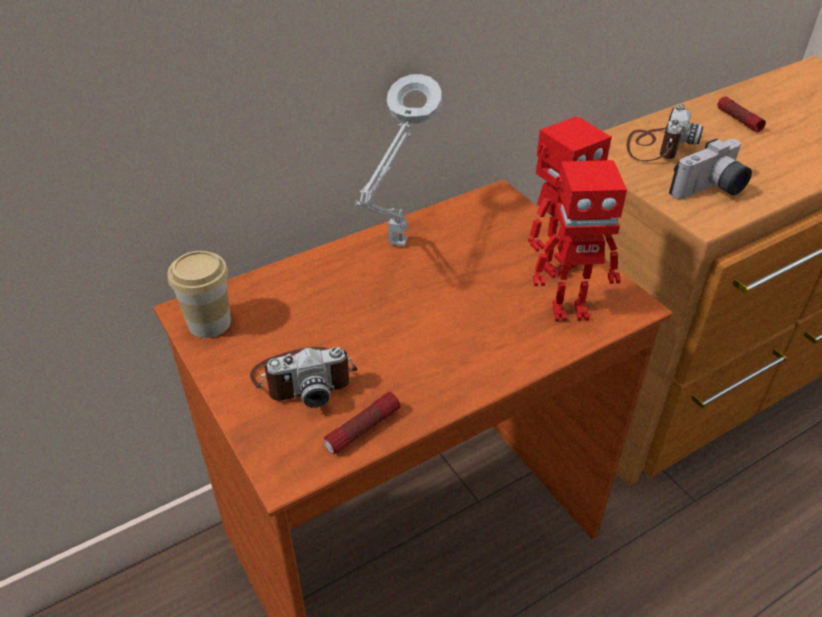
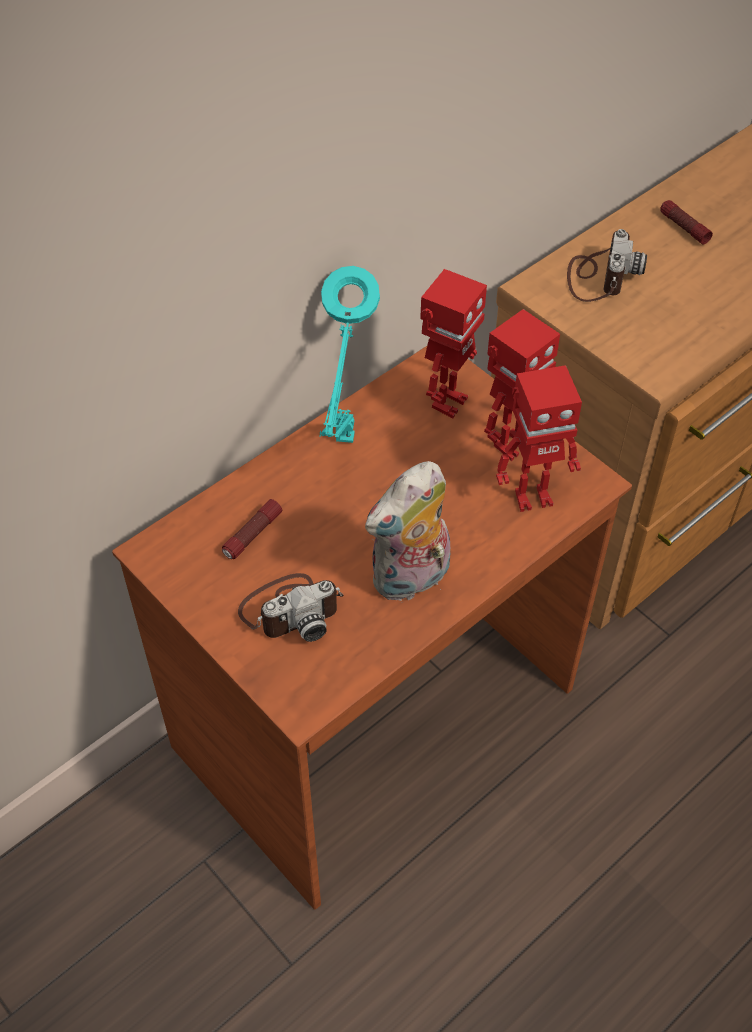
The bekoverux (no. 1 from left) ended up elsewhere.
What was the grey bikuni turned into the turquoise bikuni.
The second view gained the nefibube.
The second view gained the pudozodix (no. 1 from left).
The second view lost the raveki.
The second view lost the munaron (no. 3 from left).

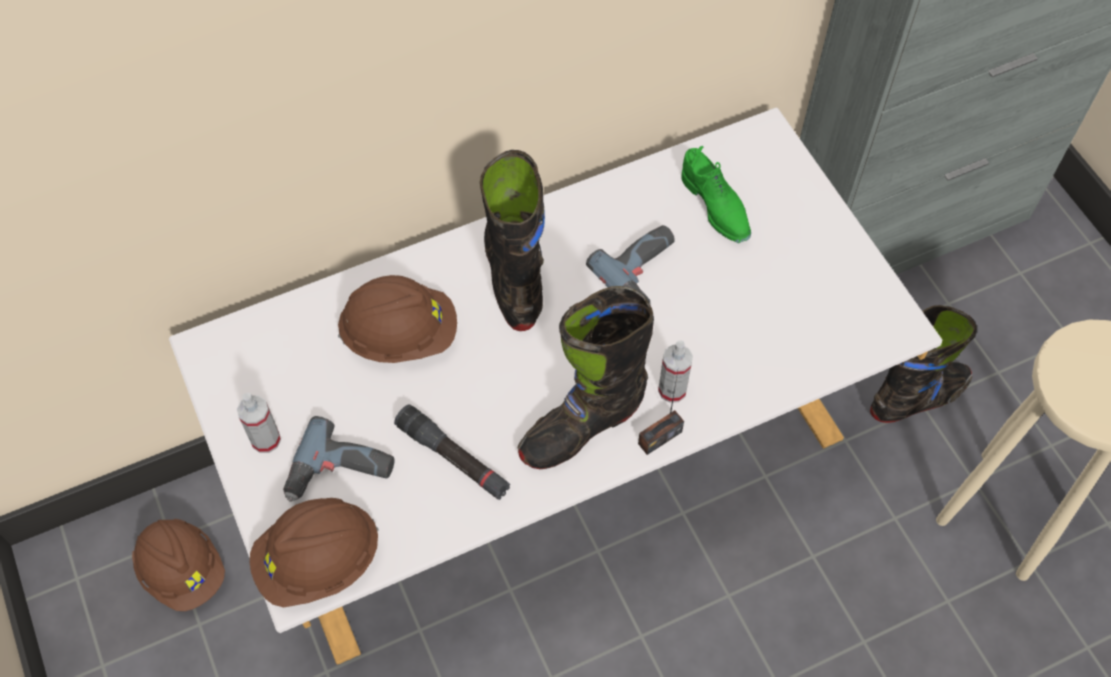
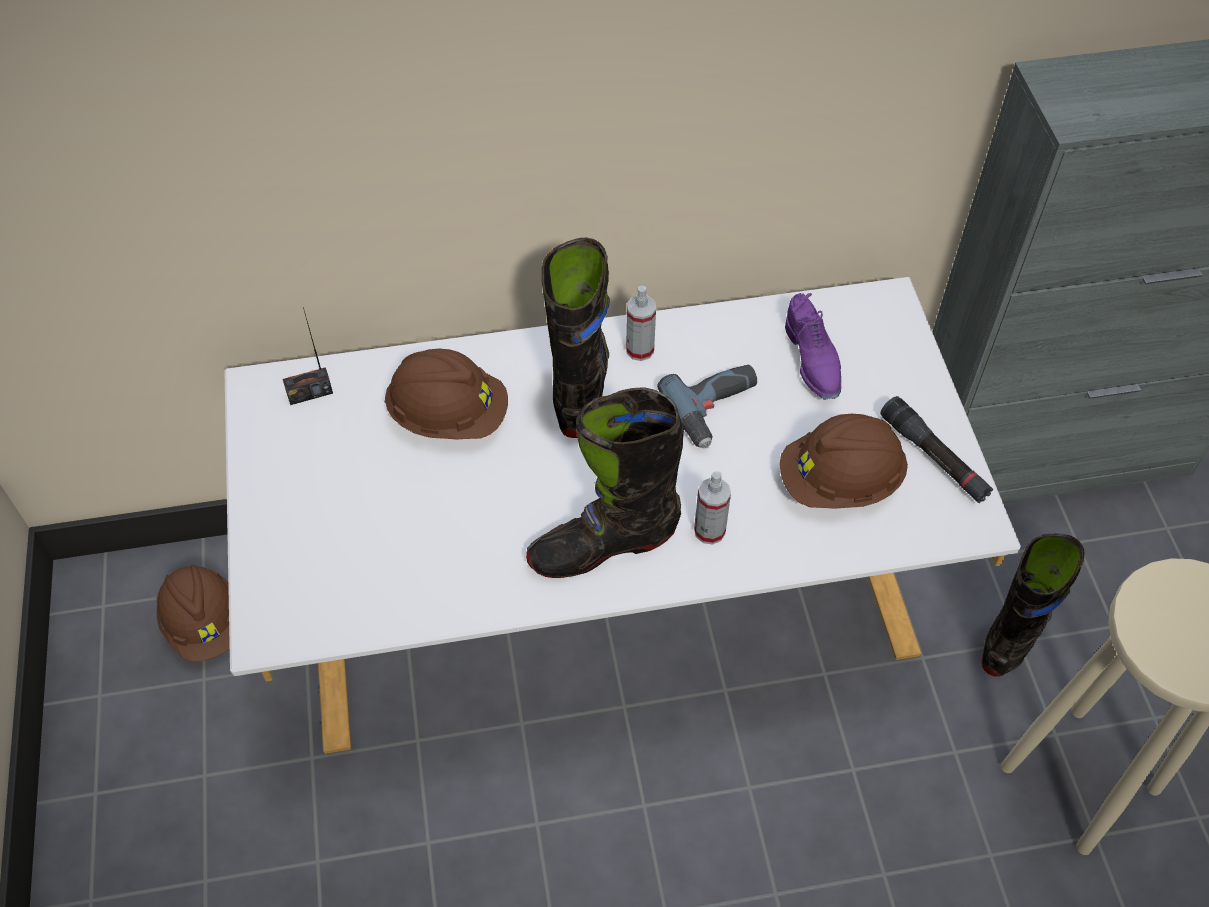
The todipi ended up elsewhere.
The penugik (no. 1 from left) ended up elsewhere.
The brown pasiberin (no. 2 from left in the first image) ended up elsewhere.
What was the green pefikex turned into the purple pefikex.
The black bekoverux ended up elsewhere.
The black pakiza (no. 3 from left) ended up facing another way, 45 degrees counterclockwise from before.
The second view lost the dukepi (no. 1 from left).

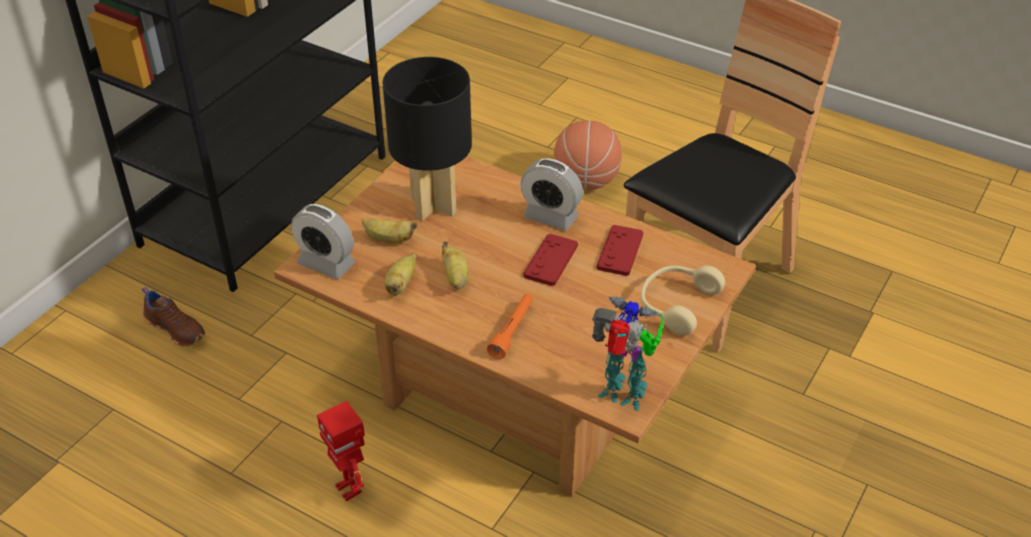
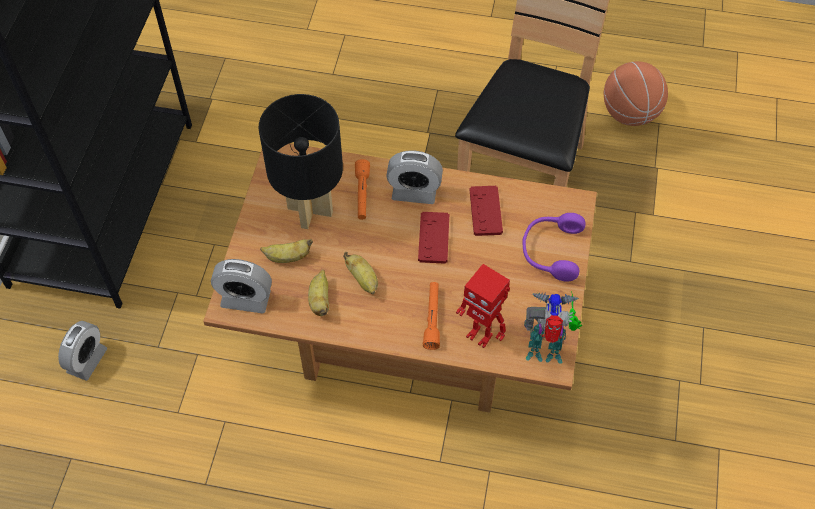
Where the brown pefikex stood, the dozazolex (no. 1 from left) came to stand.
The second view gained the orange bekoverux (no. 1 from left).
The pudozodix (no. 1 from left) ended up elsewhere.
What was the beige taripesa turned into the purple taripesa.
The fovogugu ended up elsewhere.

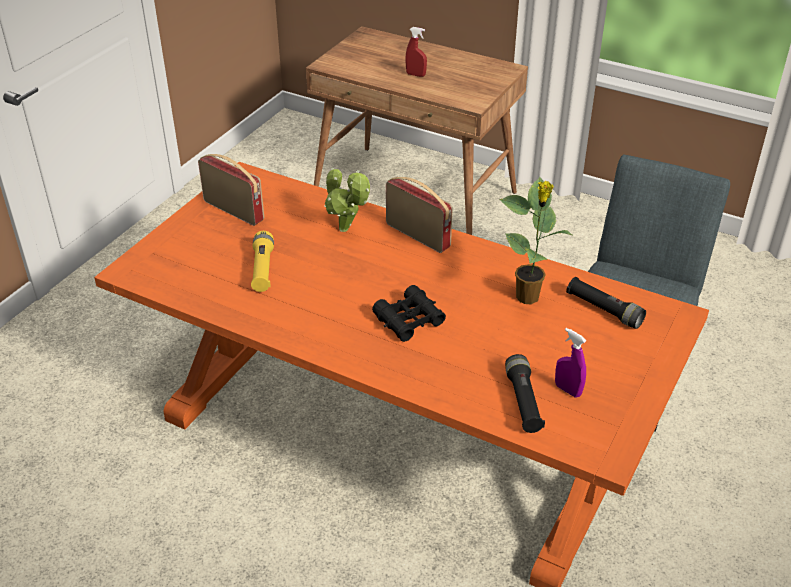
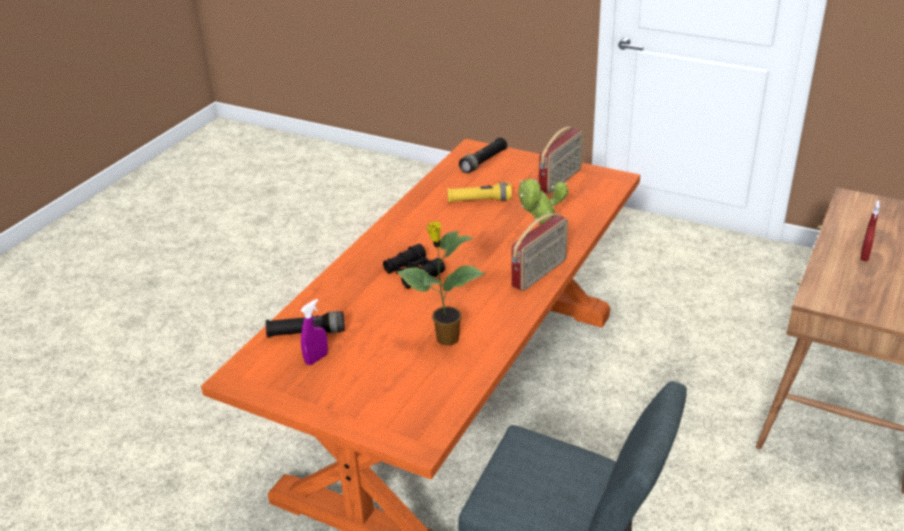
The black bekoverux (no. 2 from left) ended up elsewhere.

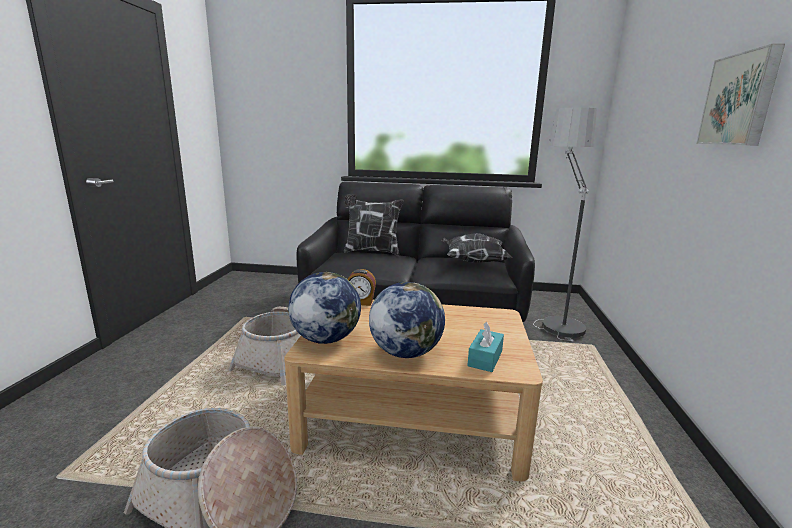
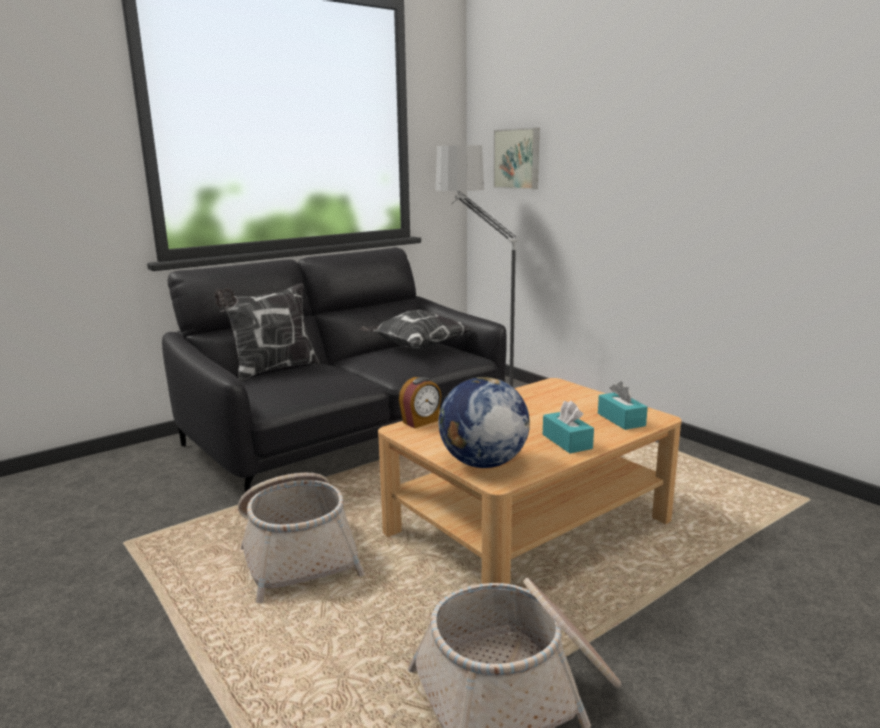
The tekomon ended up elsewhere.
Where the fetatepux (no. 2 from left) stood, the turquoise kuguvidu (no. 1 from left) came to stand.

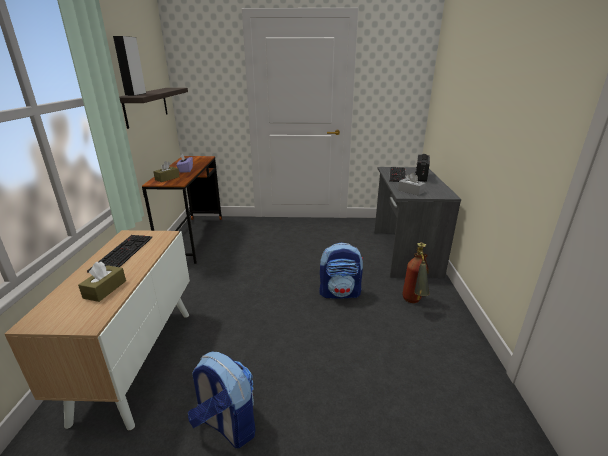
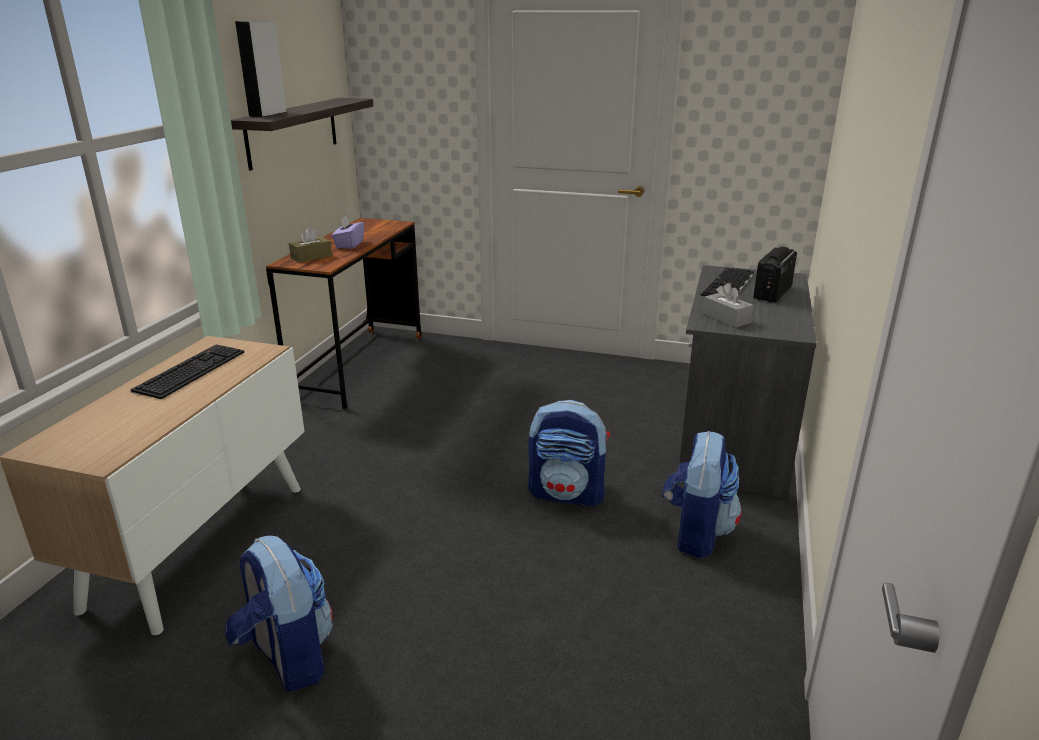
Where the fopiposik stood, the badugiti (no. 3 from left) came to stand.
The second view lost the brown kuguvidu (no. 1 from left).

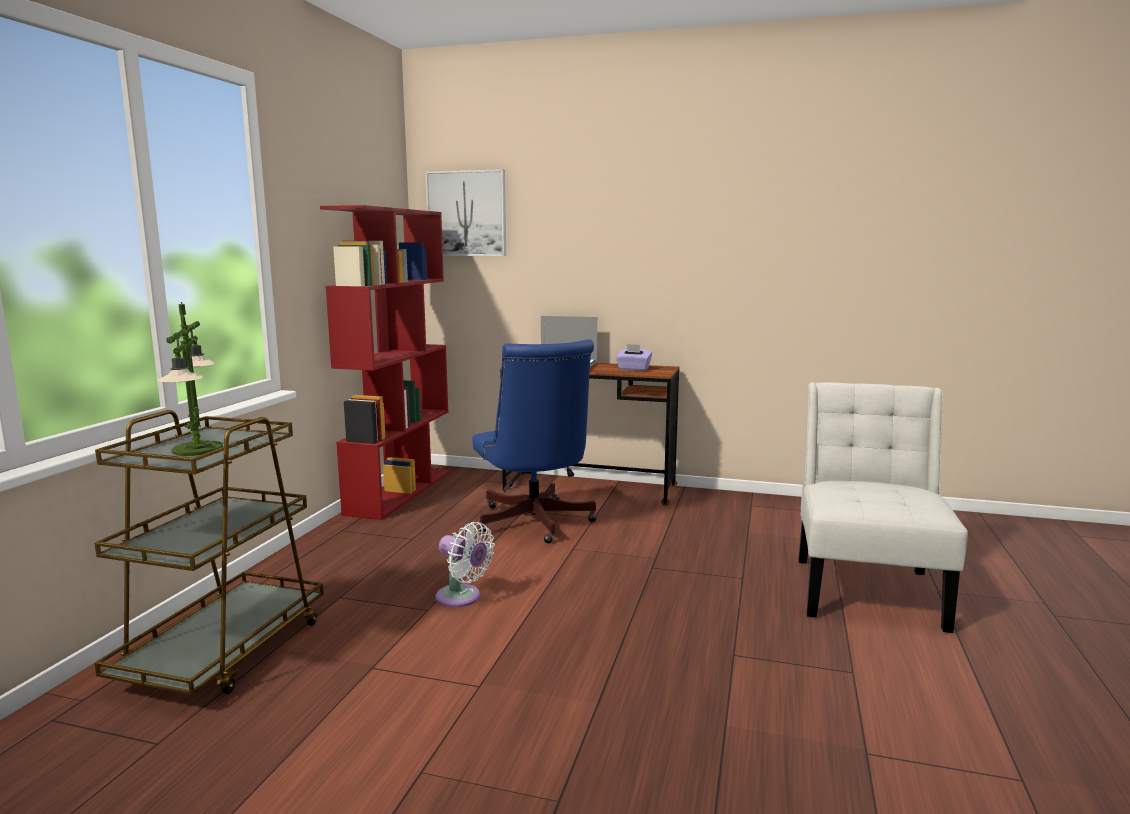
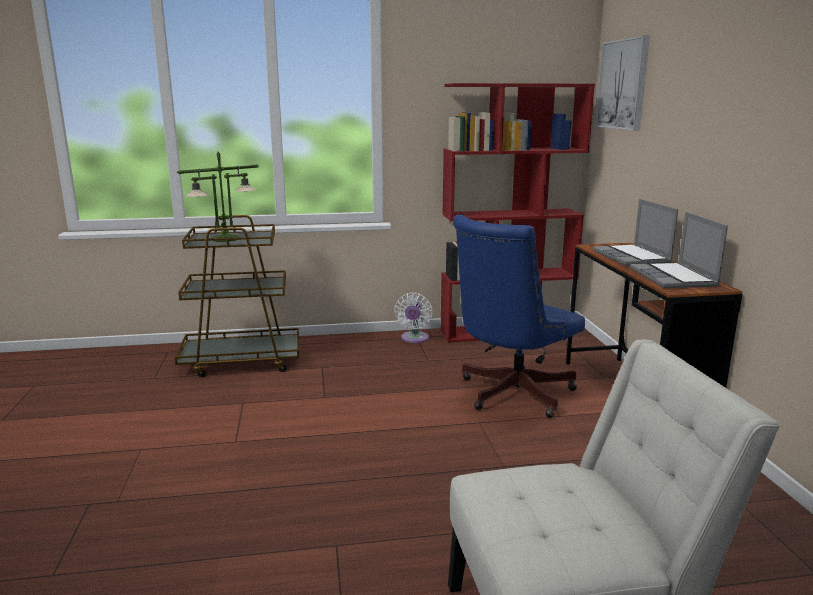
The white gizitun ended up elsewhere.
Where the purple kuguvidu stood, the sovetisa (no. 2 from left) came to stand.

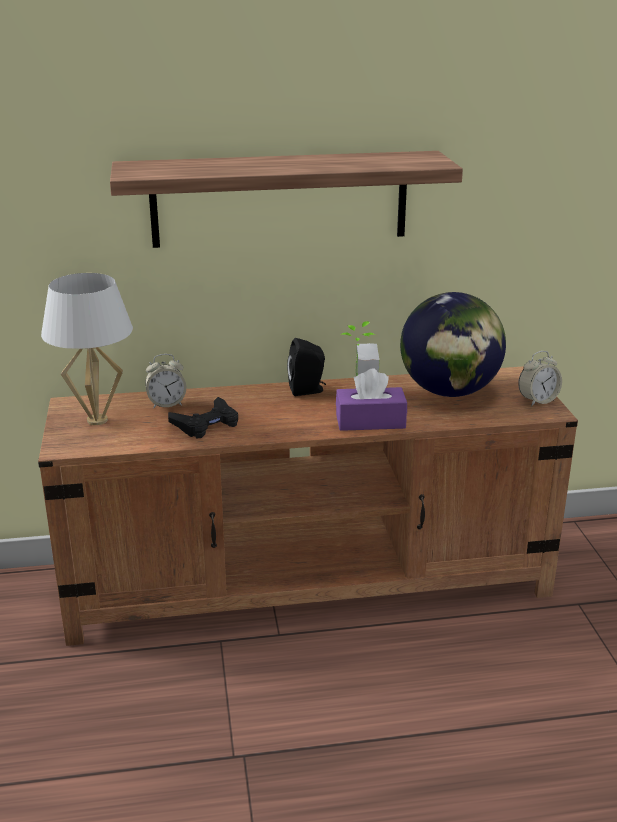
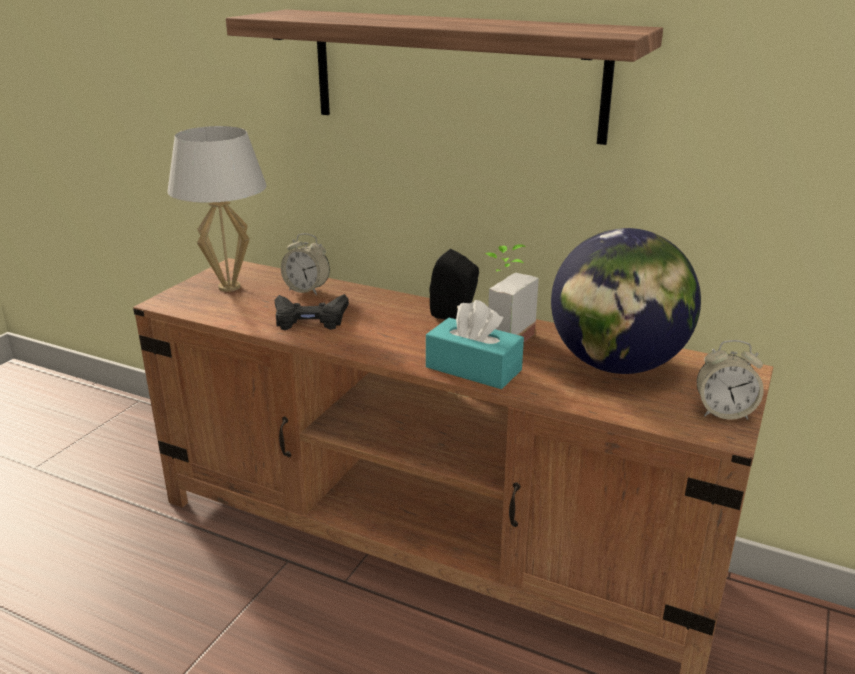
What was the purple kuguvidu turned into the turquoise kuguvidu.

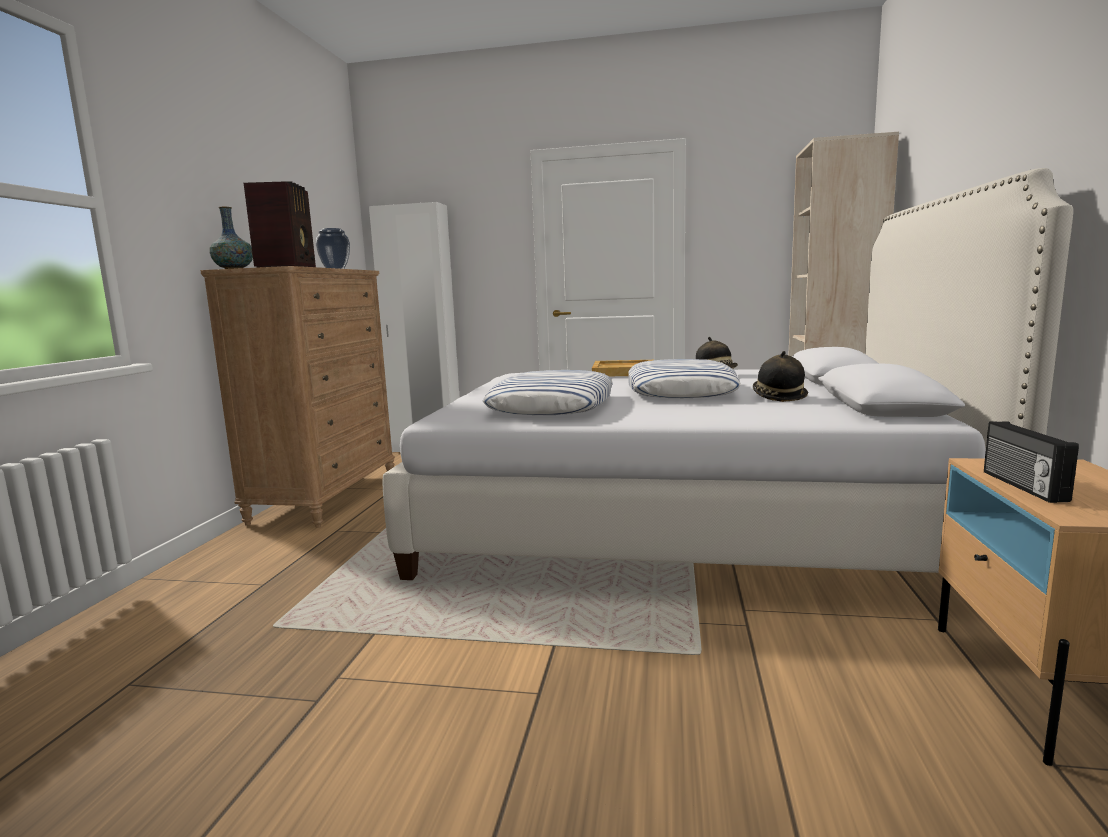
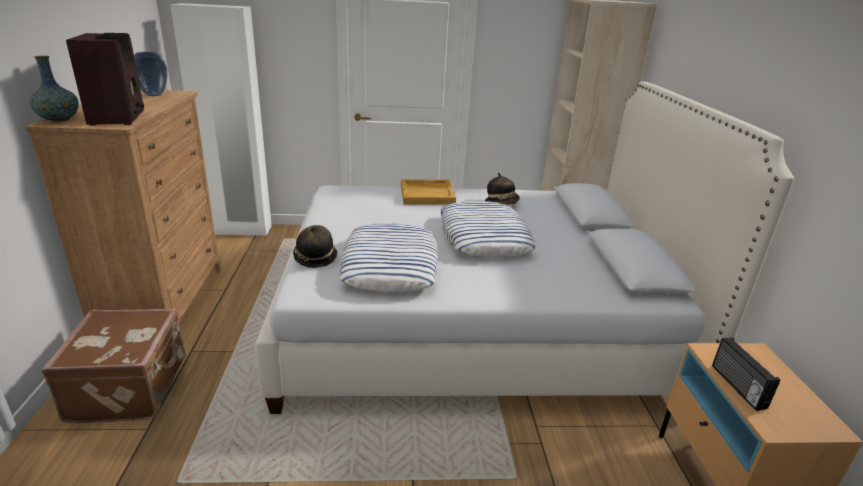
The second view gained the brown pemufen.
The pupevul (no. 2 from left in the first image) ended up elsewhere.

